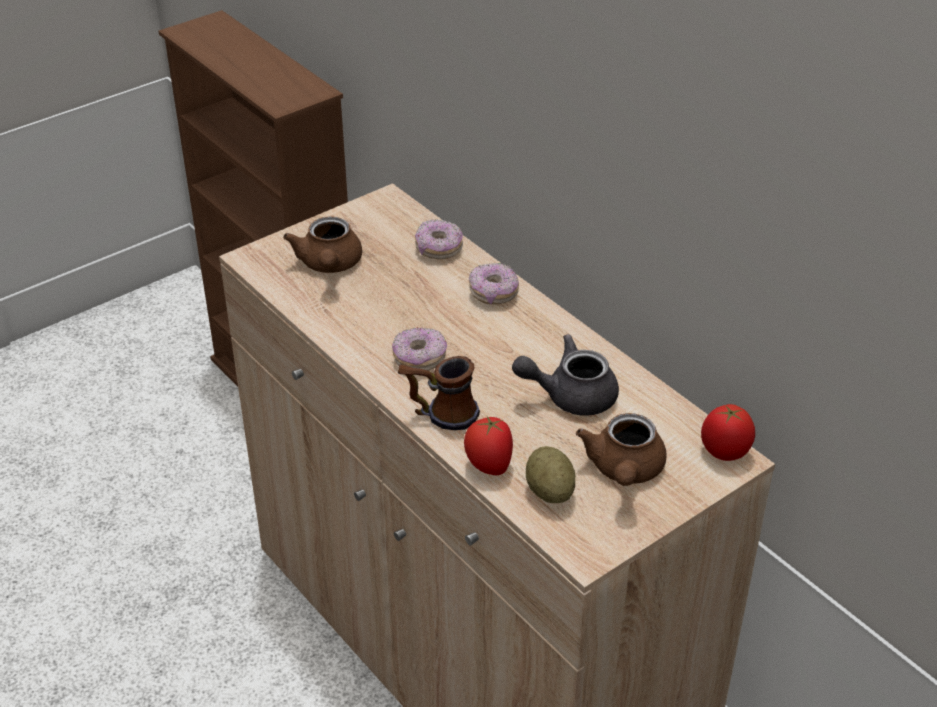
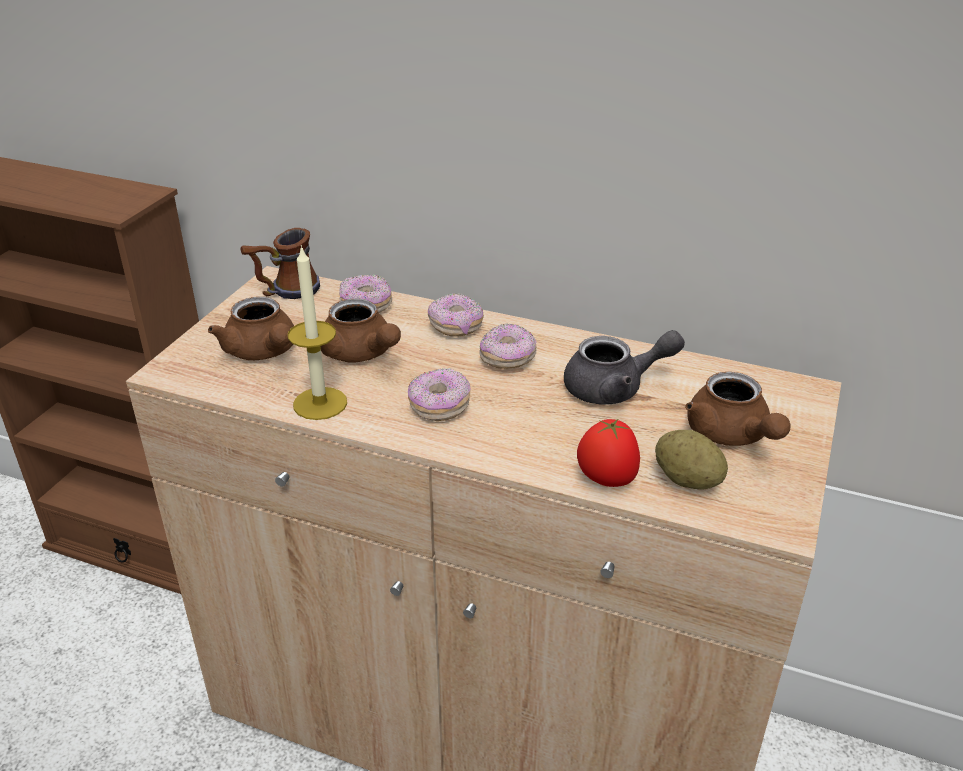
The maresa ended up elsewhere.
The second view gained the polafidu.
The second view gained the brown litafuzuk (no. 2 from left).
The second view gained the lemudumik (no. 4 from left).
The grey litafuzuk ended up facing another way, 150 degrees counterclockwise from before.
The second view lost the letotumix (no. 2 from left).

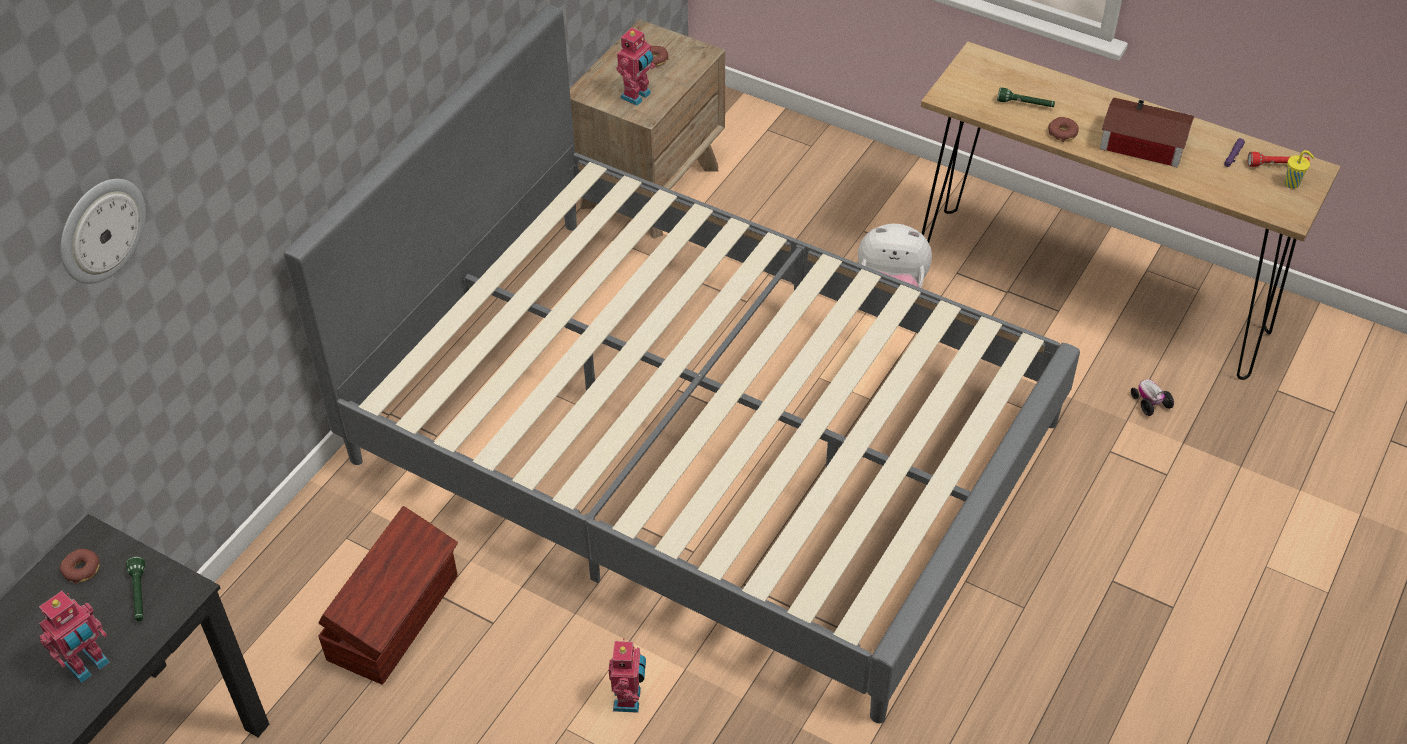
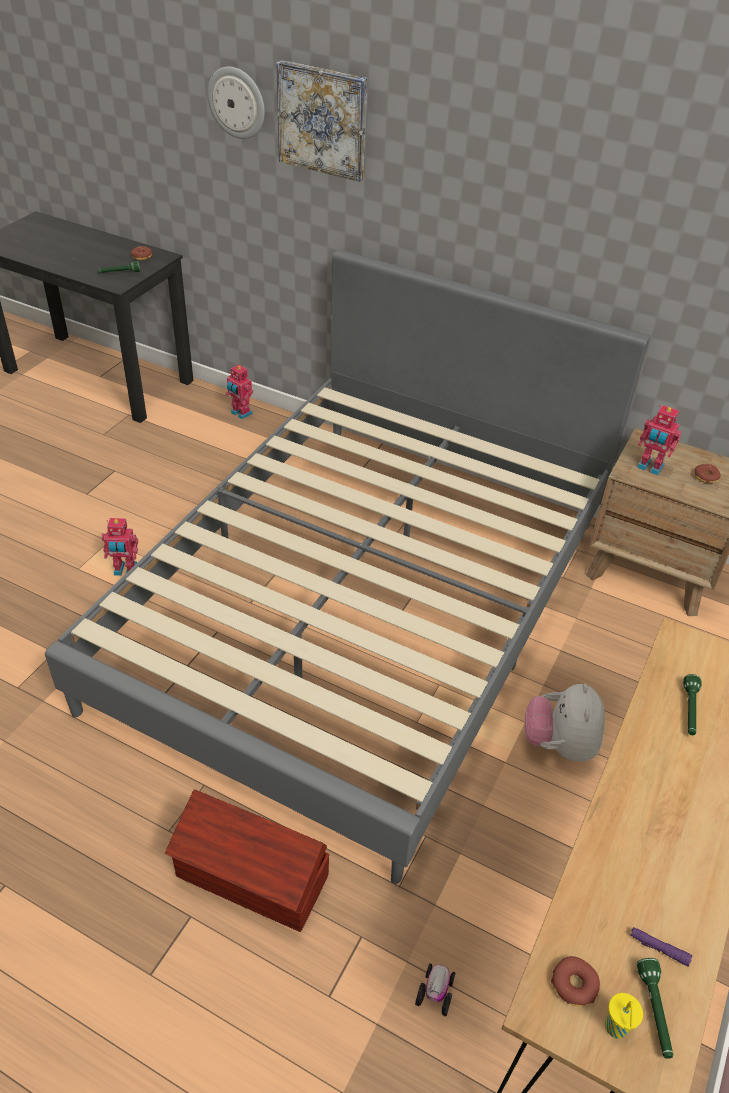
The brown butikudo ended up elsewhere.
The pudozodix (no. 1 from left in the first image) ended up elsewhere.
The second view gained the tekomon.
The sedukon ended up facing another way, 45 degrees counterclockwise from before.
The lemudumik (no. 3 from left in the first image) ended up elsewhere.
What was the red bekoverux turned into the green bekoverux (no. 2 from left).
The second view lost the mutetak.

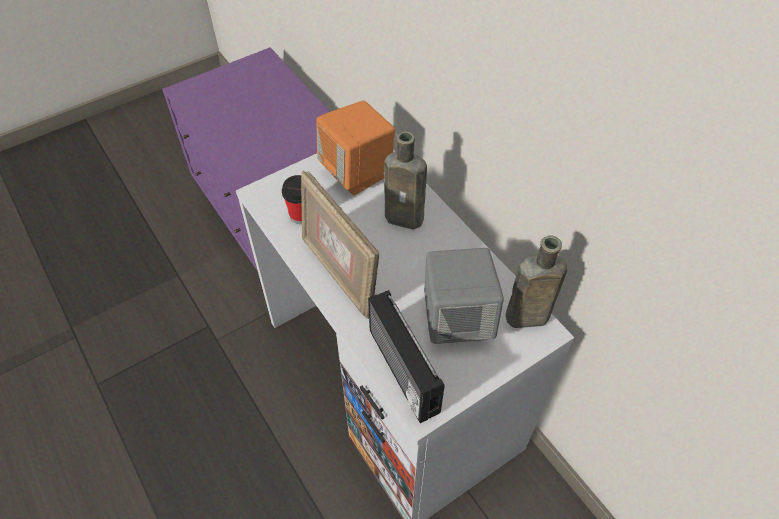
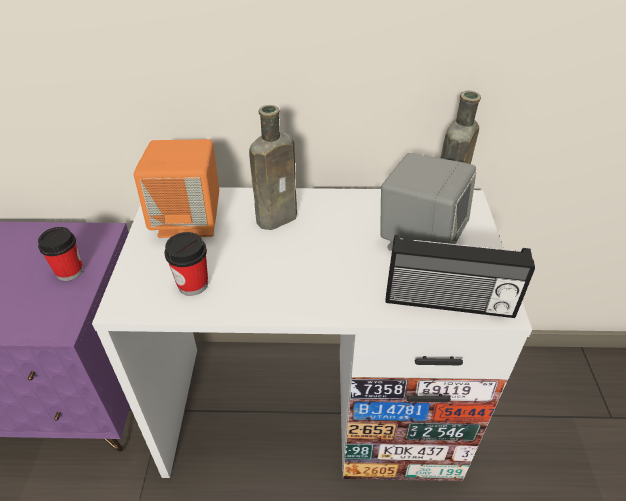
The second view gained the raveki (no. 1 from left).
The second view lost the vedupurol.

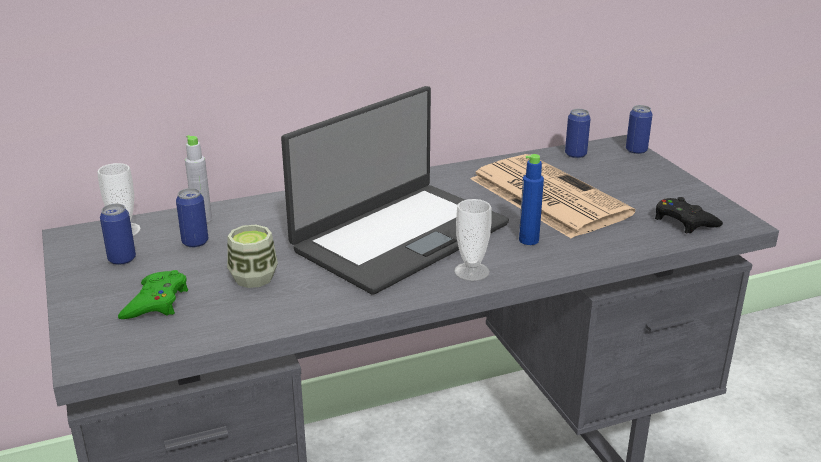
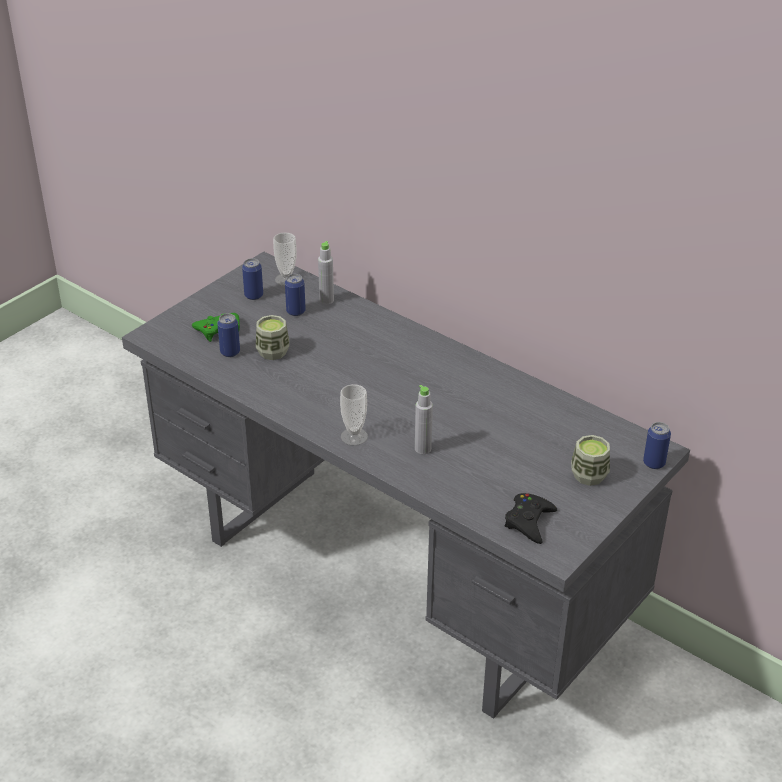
The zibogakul (no. 3 from left in the first image) ended up elsewhere.
What was the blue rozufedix turned into the grey rozufedix (no. 2 from left).
The second view gained the raveki (no. 4 from left).
The second view lost the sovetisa.
The second view lost the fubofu.

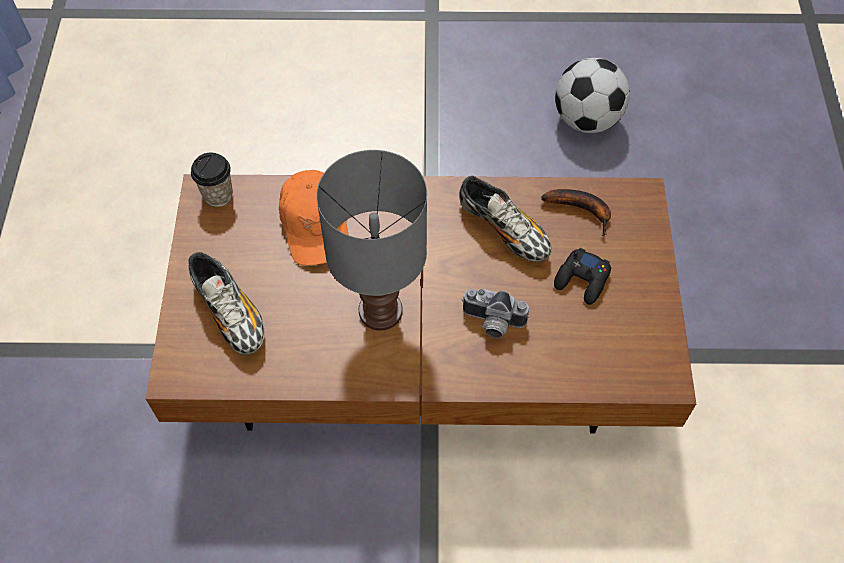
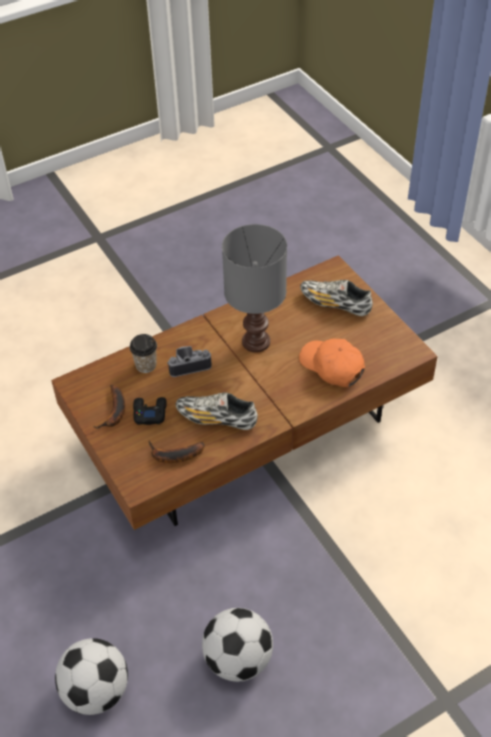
The second view gained the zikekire (no. 1 from left).
The second view gained the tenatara (no. 1 from left).
The raveki ended up elsewhere.

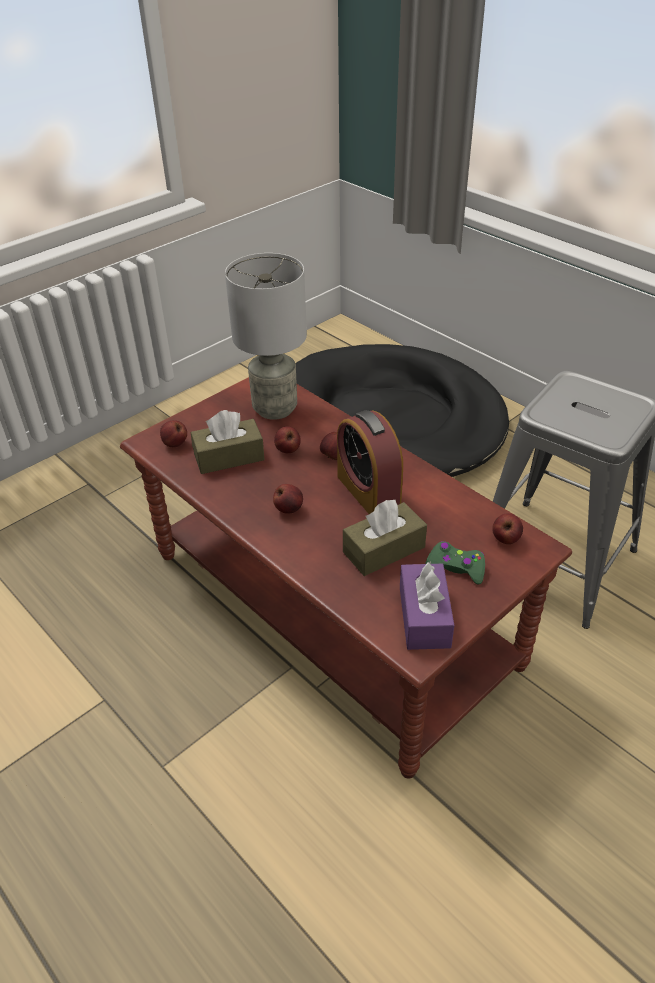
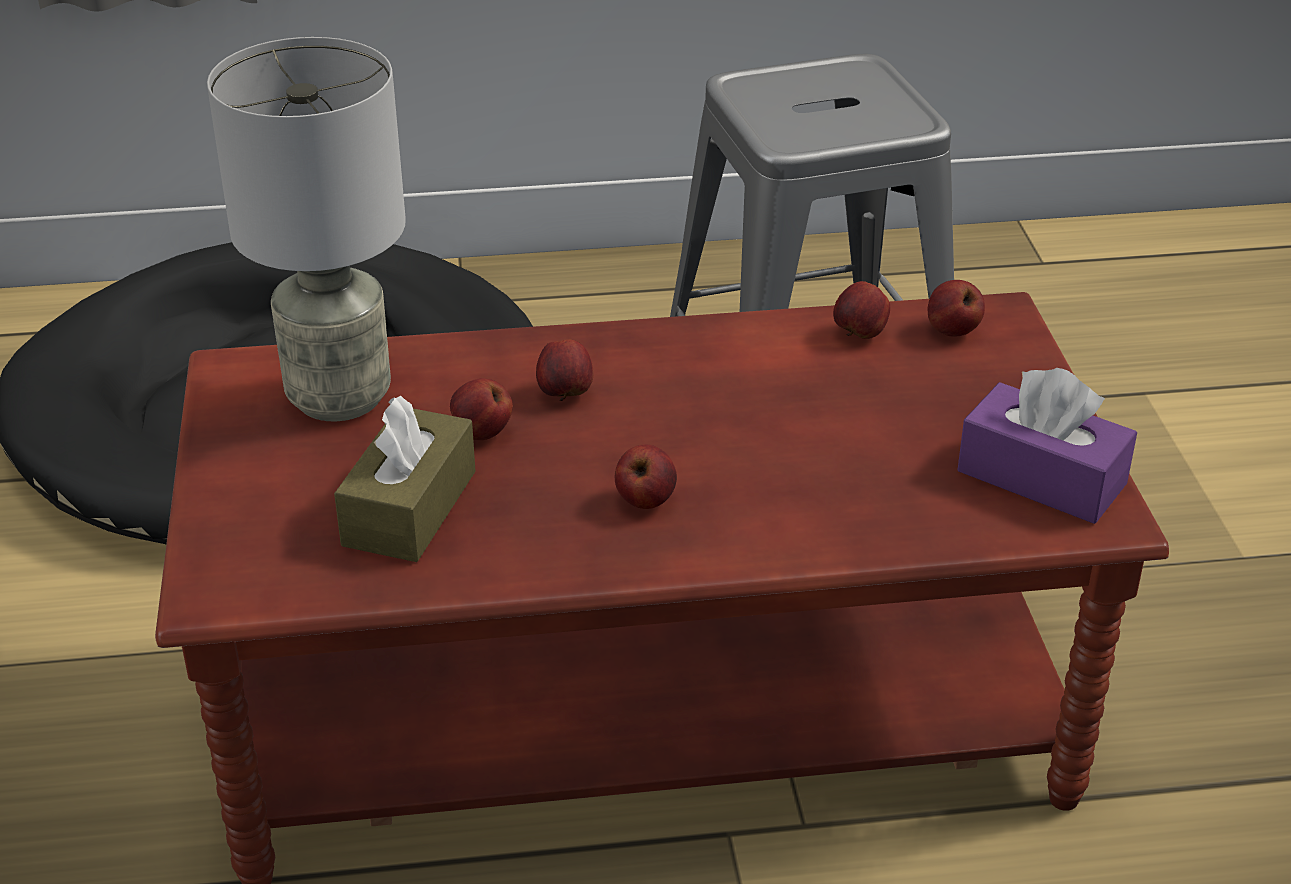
The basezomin (no. 1 from left in the first image) ended up elsewhere.
The second view lost the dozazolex.
The second view lost the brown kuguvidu (no. 2 from left).
The second view lost the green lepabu.

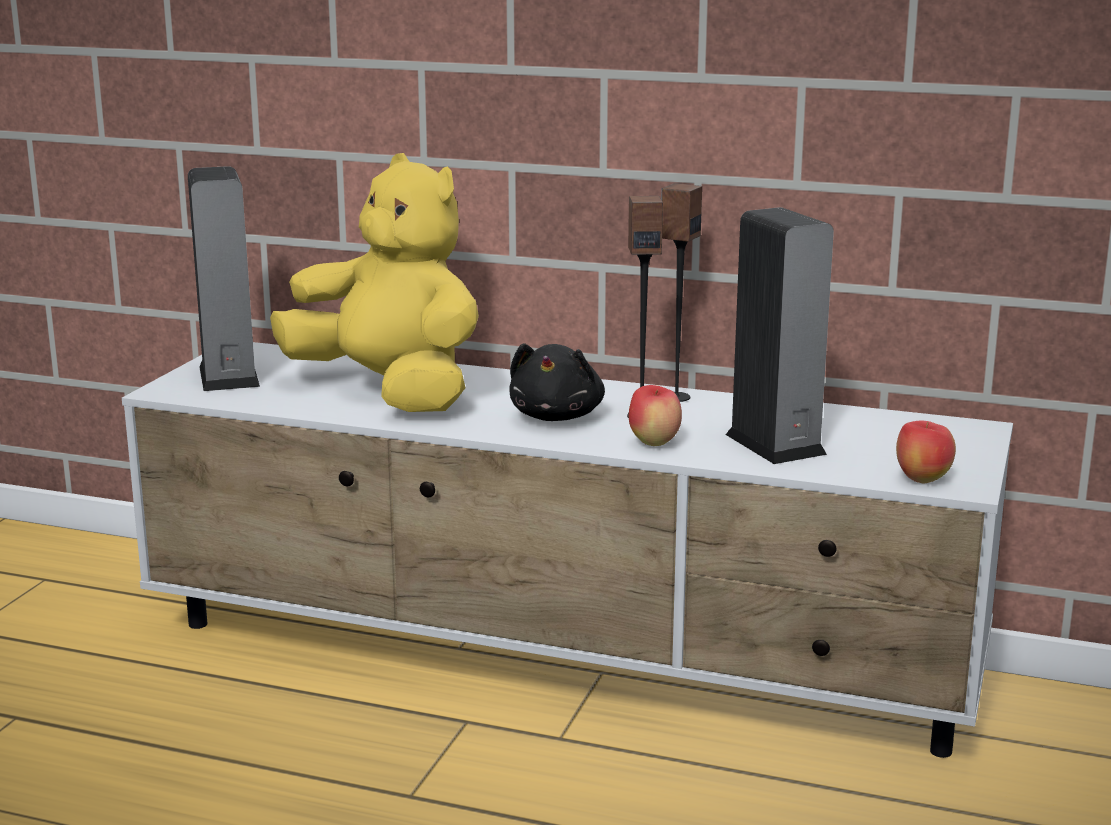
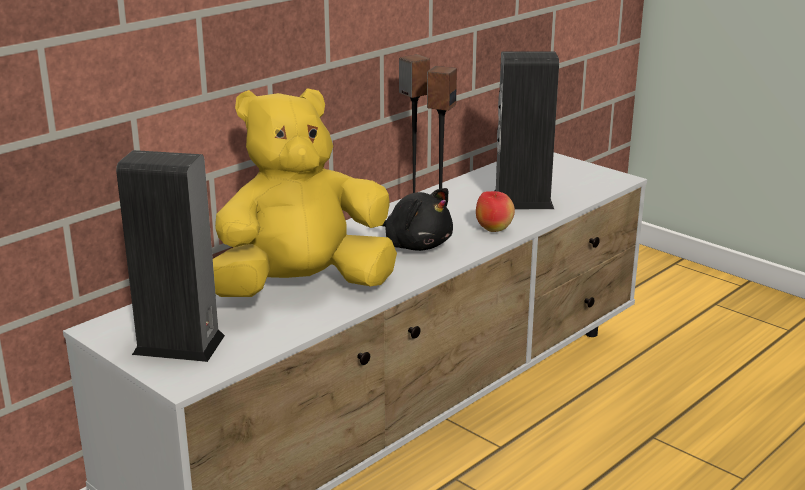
The second view lost the basezomin (no. 2 from left).

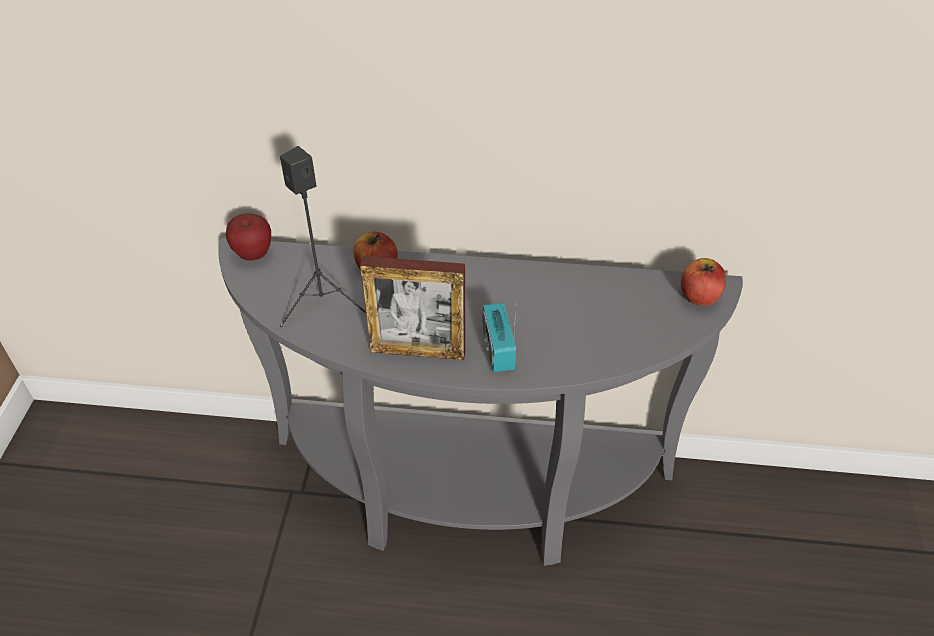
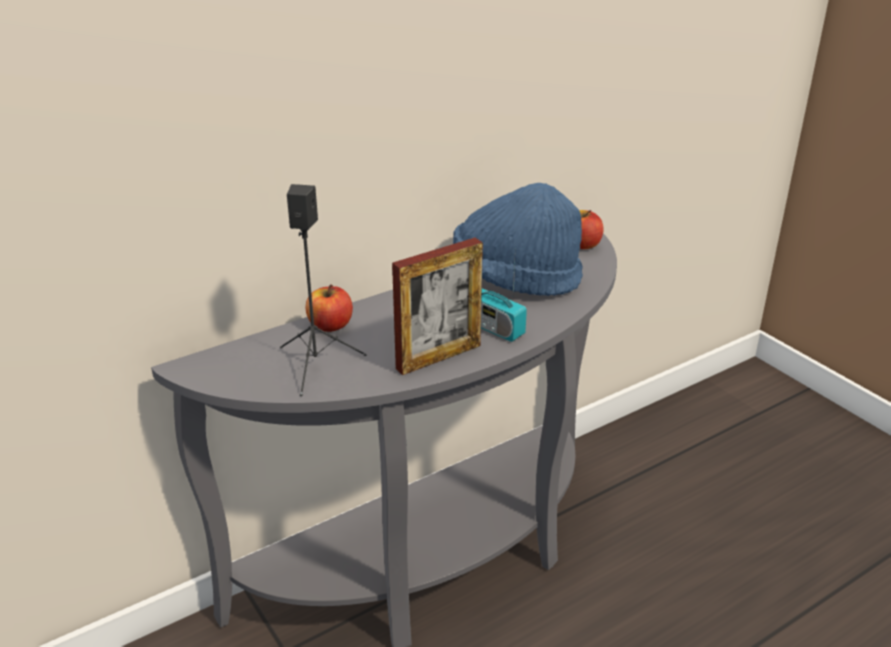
The second view gained the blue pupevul.
The second view lost the basezomin (no. 1 from left).

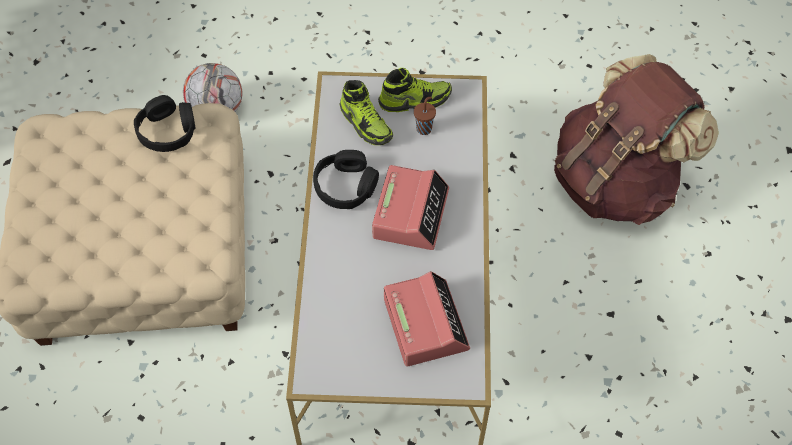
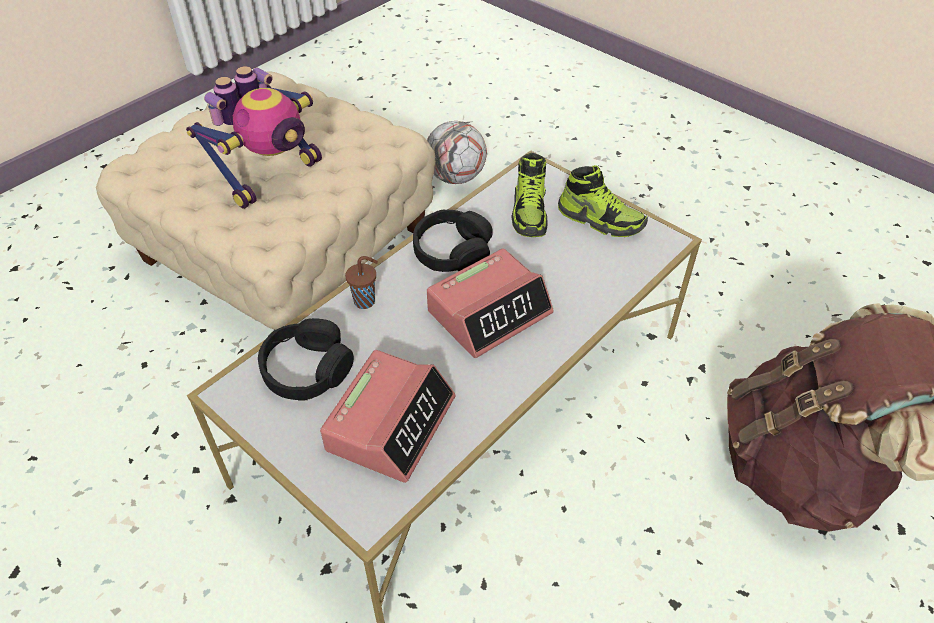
The second view gained the pudozodix.
The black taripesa (no. 1 from left) ended up elsewhere.
The brown raveki ended up elsewhere.

